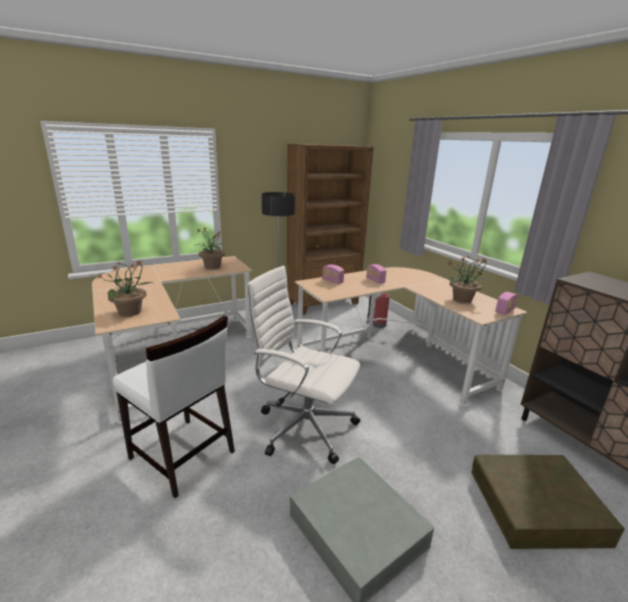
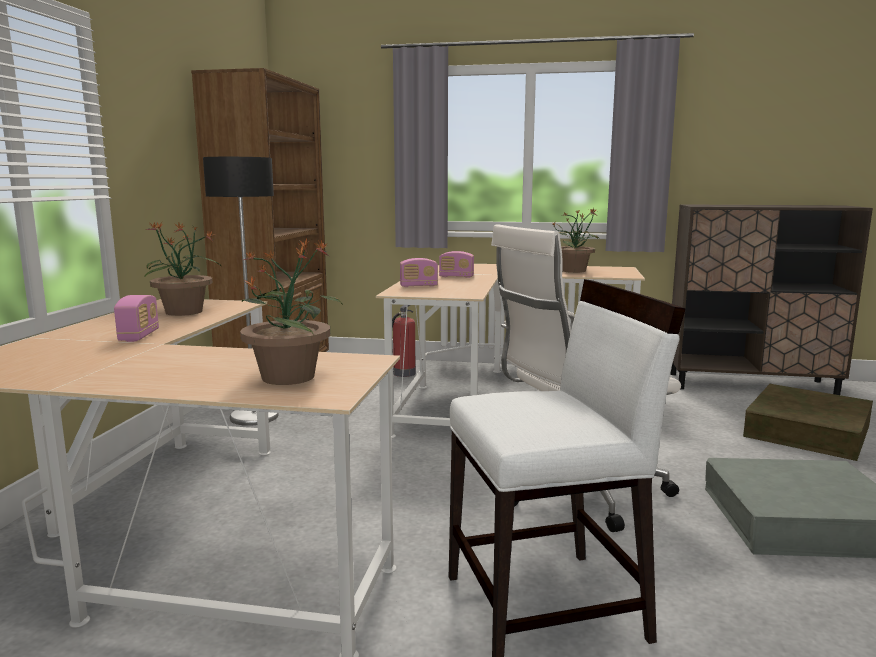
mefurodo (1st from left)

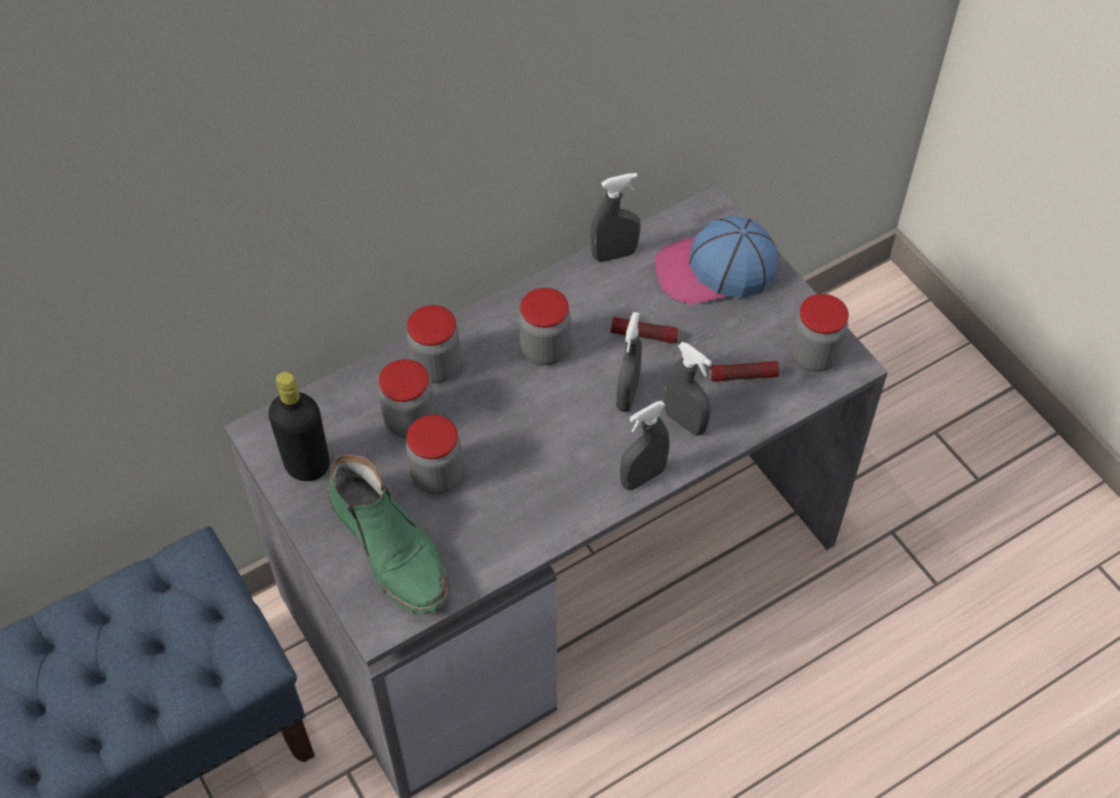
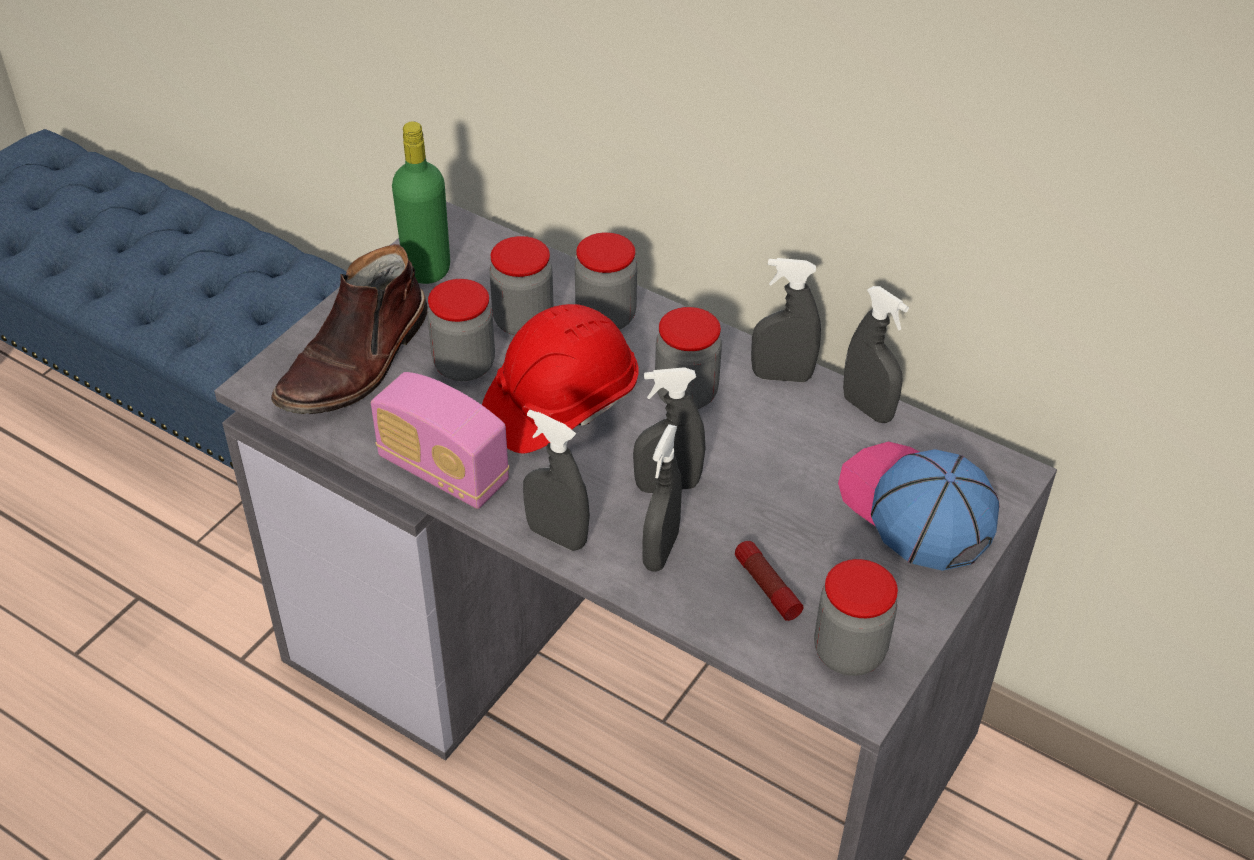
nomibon (1st from left in the first image)
mefurodo
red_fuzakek
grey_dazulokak (4th from left)
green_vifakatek
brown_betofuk

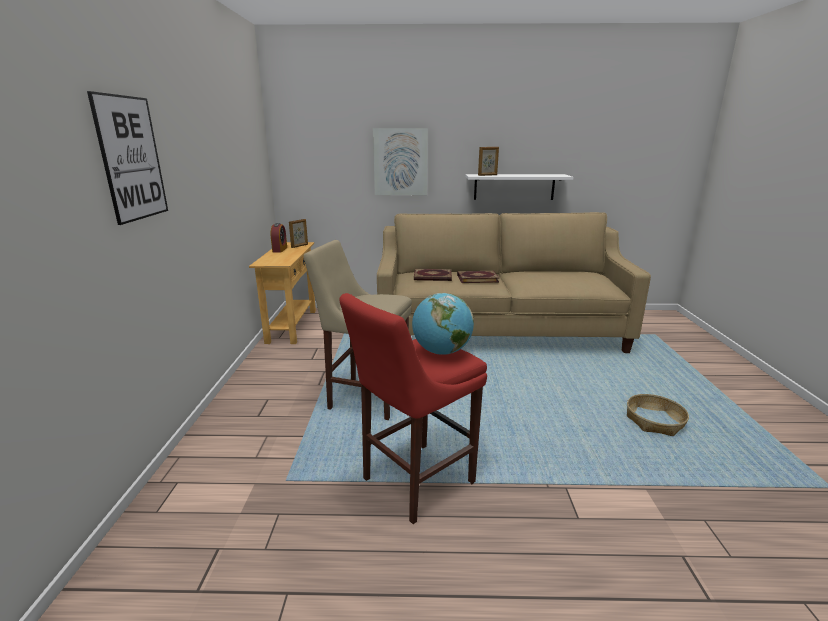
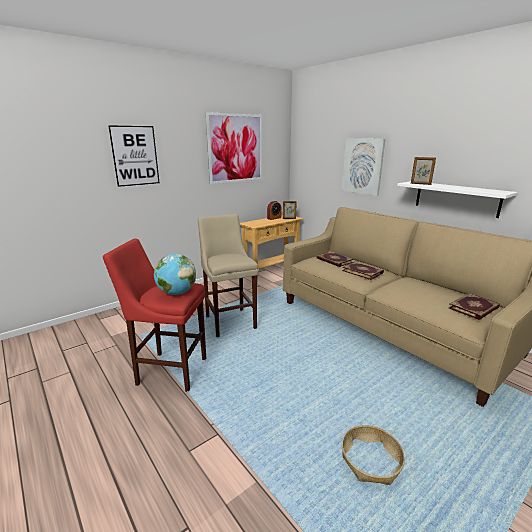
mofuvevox (2nd from left)
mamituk (3rd from left)

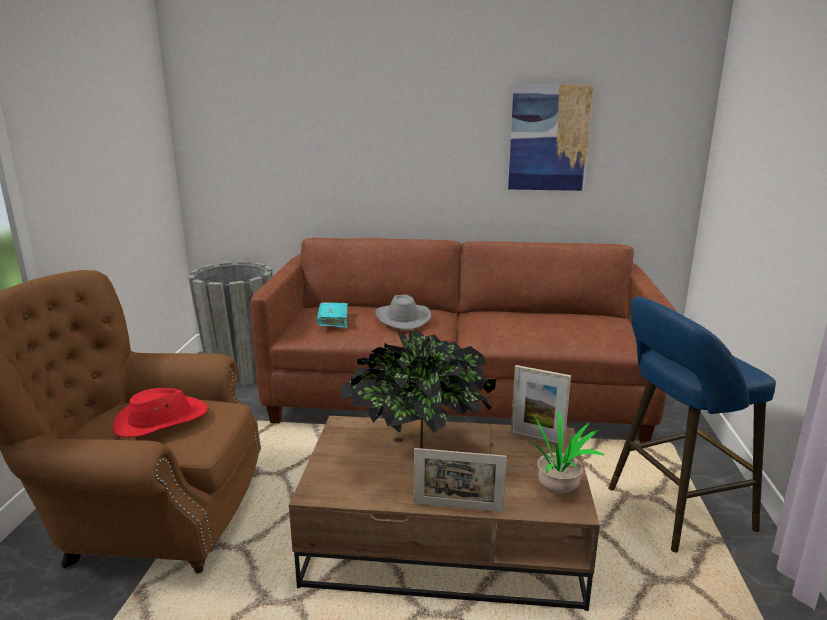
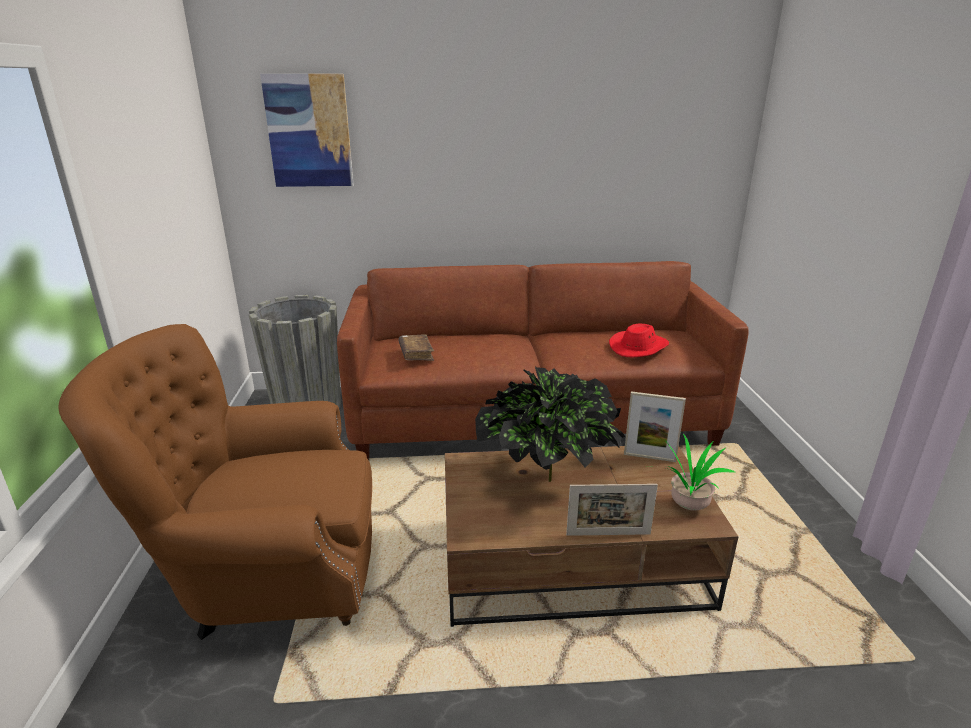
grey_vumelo
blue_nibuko
red_vumelo
mofuvevox
brown_mamituk

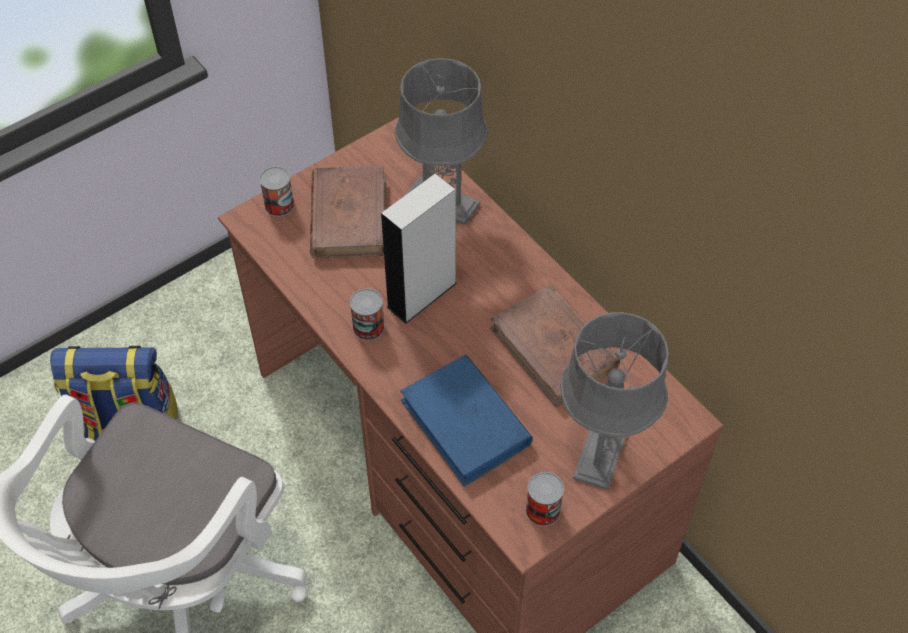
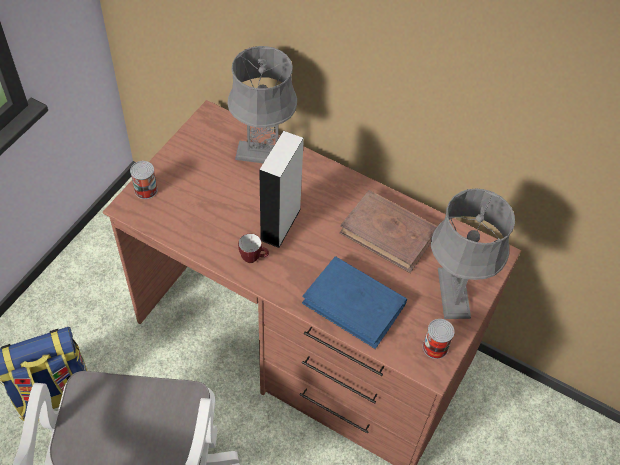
brown_mamituk (1st from left in the first image)
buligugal

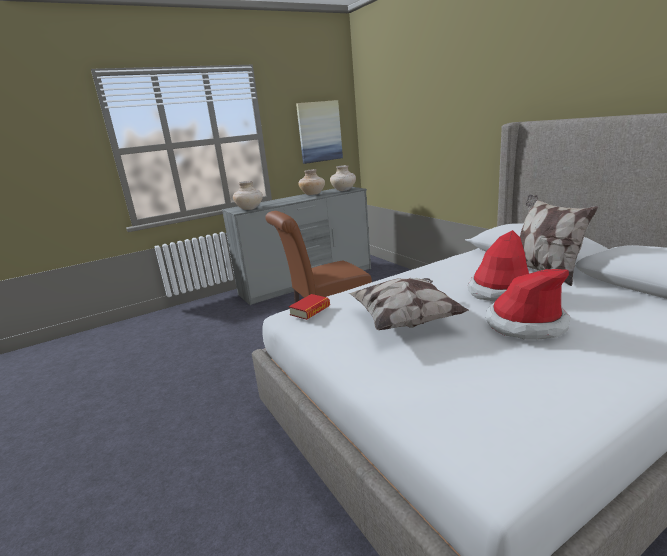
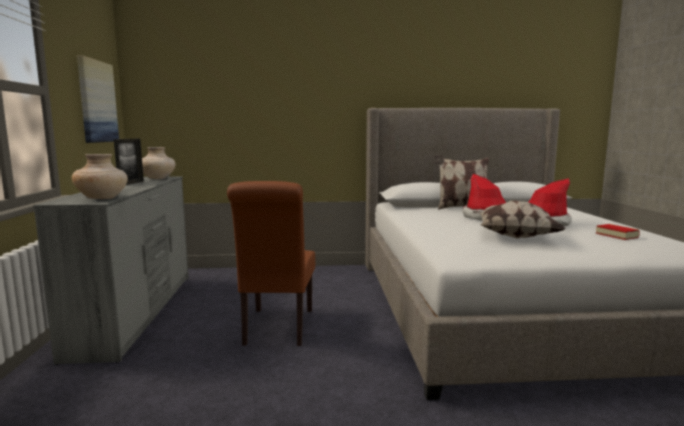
mamituk
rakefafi

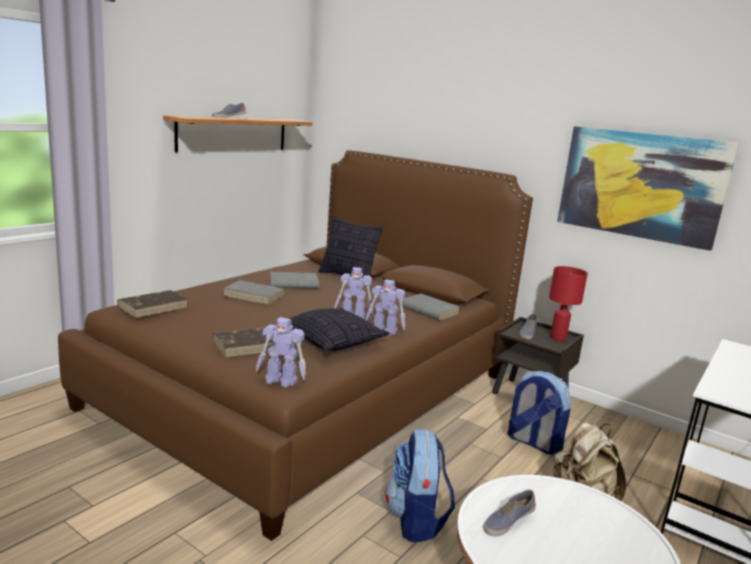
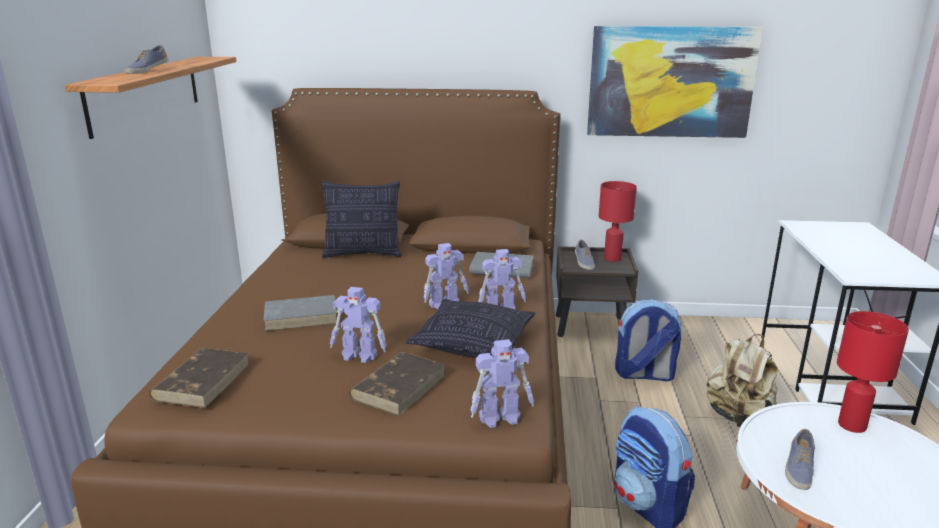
grey_mamituk (2nd from left in the first image)
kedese (1st from left)
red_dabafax (2nd from left)

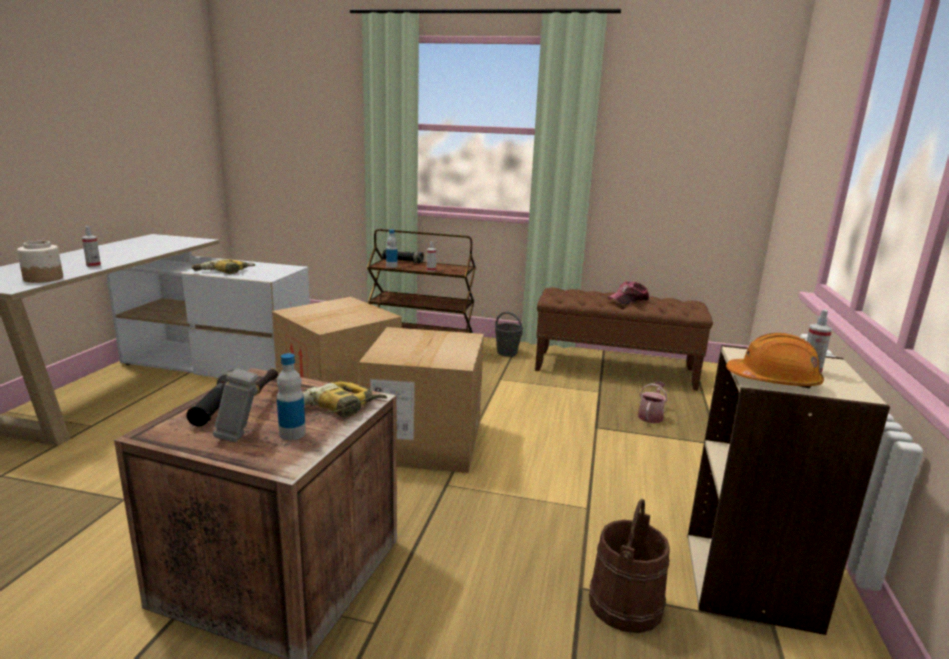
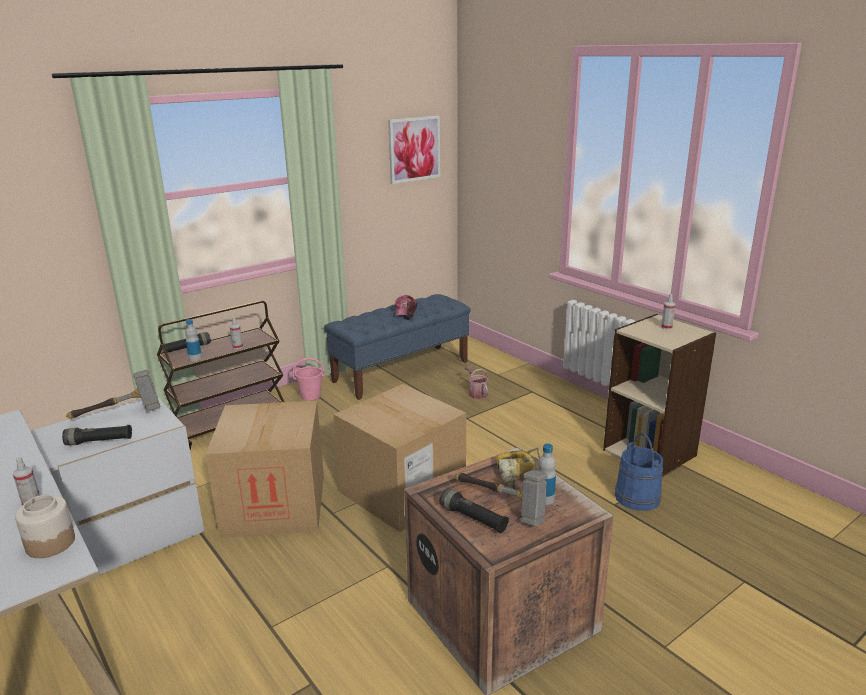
orange_fuzakek
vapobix (1st from left)
mofuvevox
black_nomibon (1st from left)
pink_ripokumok
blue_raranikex
blue_ripokumok

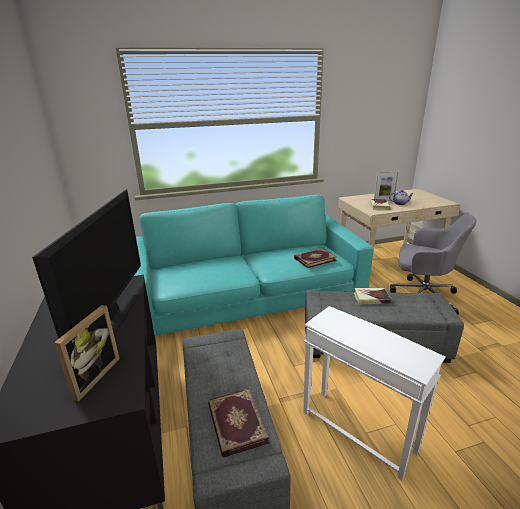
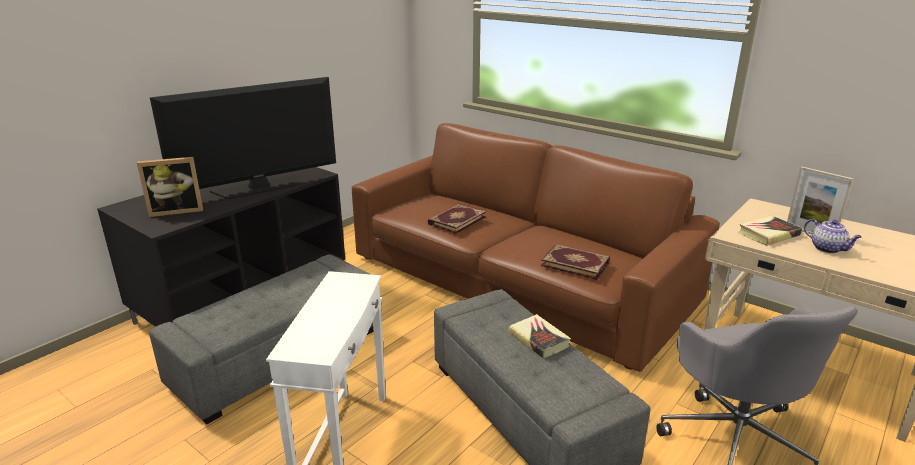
mamituk (1st from left)
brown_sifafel

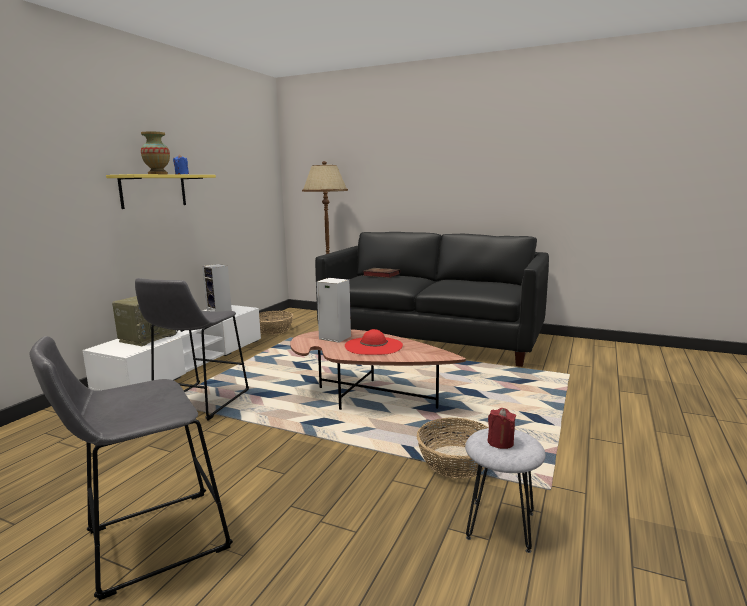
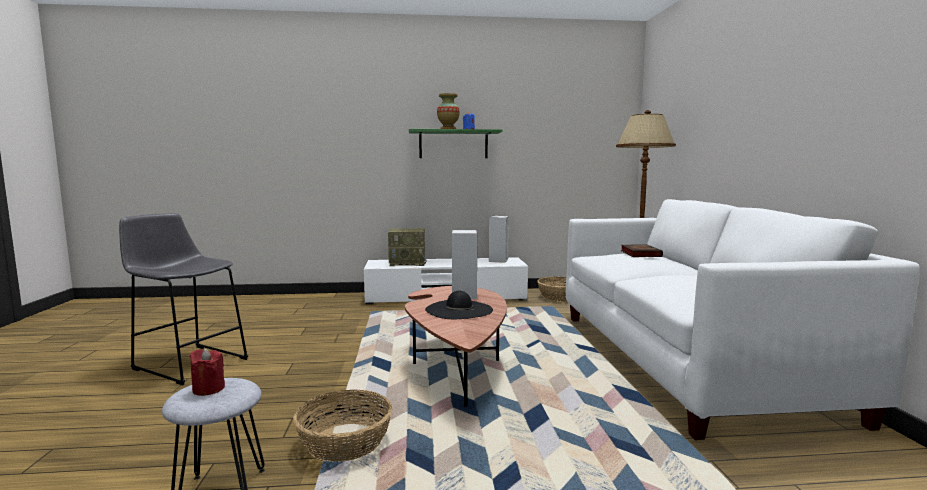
grey_nibuko (2nd from left in the first image)
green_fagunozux
white_sifafel
black_vumelo

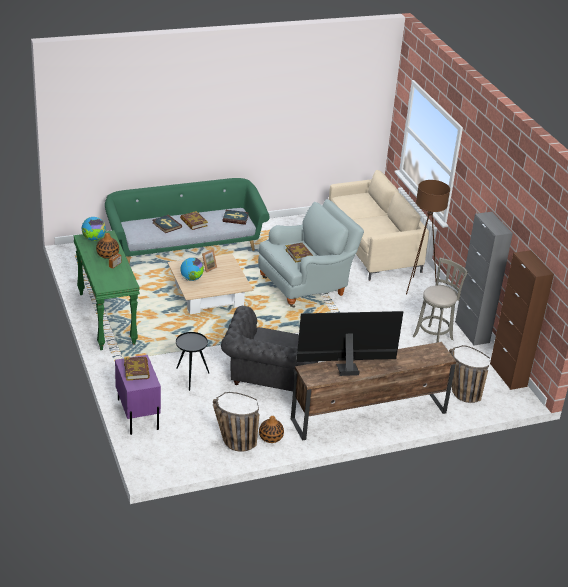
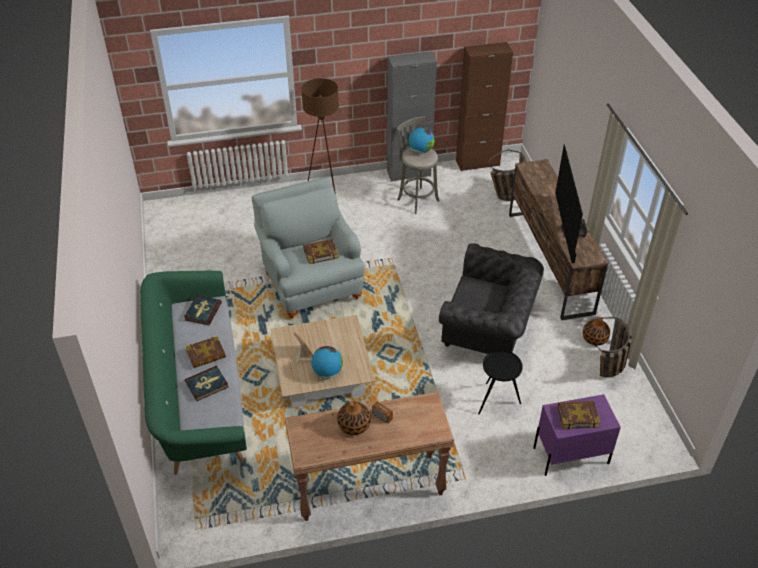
beige_sifafel
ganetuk (2nd from left)
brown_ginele

